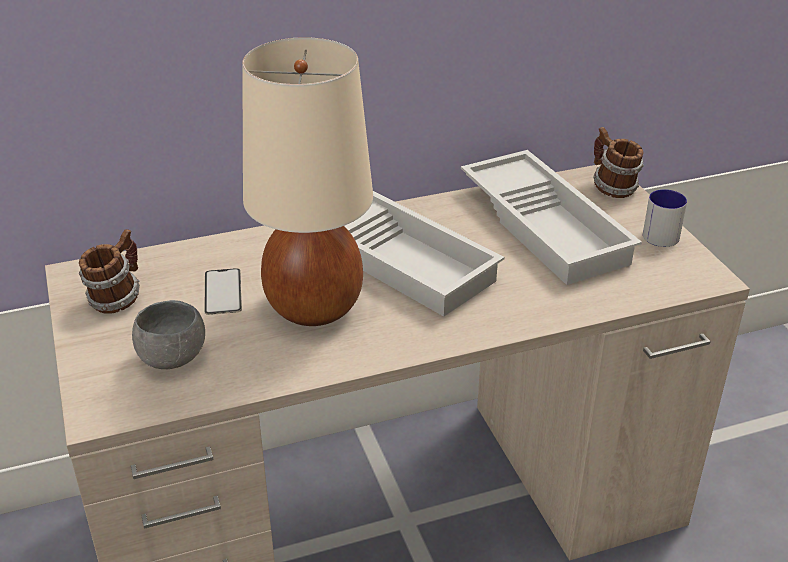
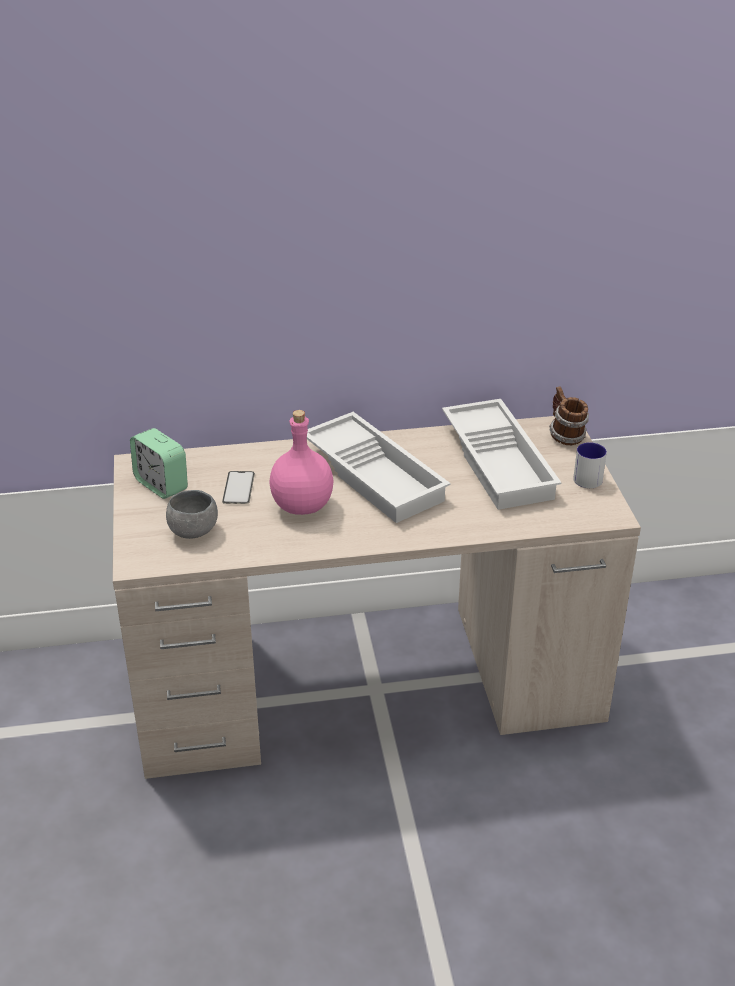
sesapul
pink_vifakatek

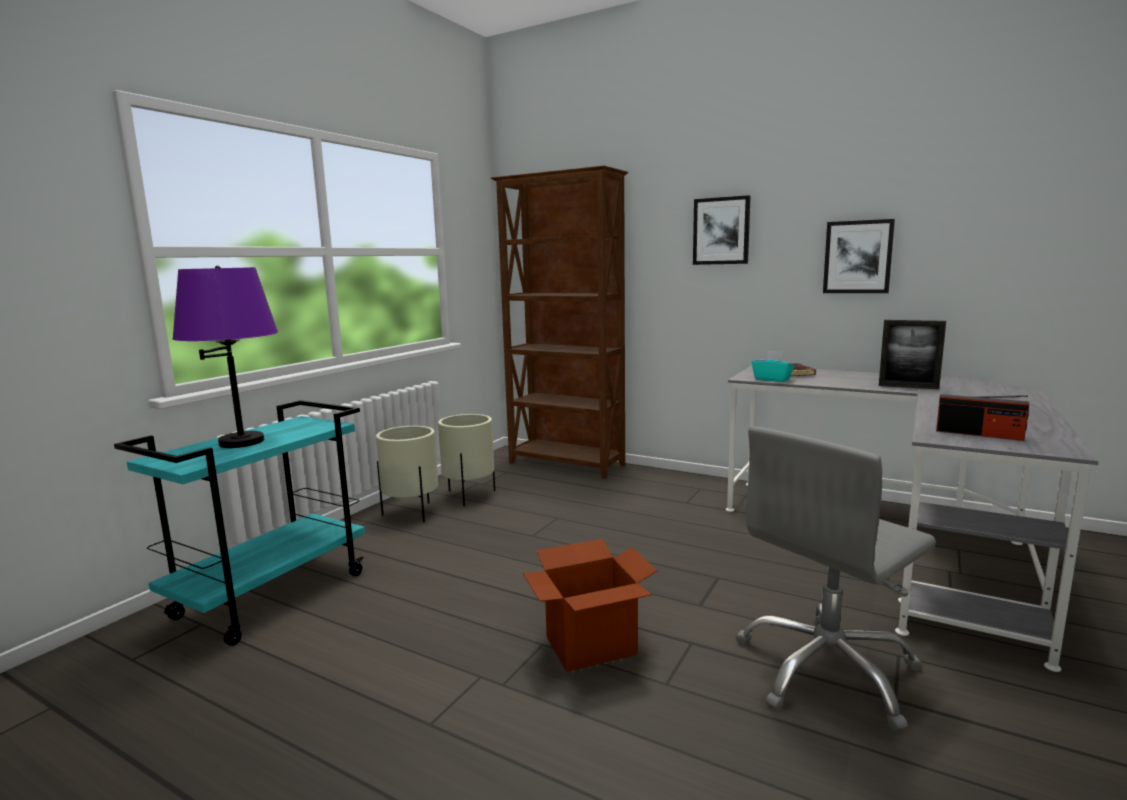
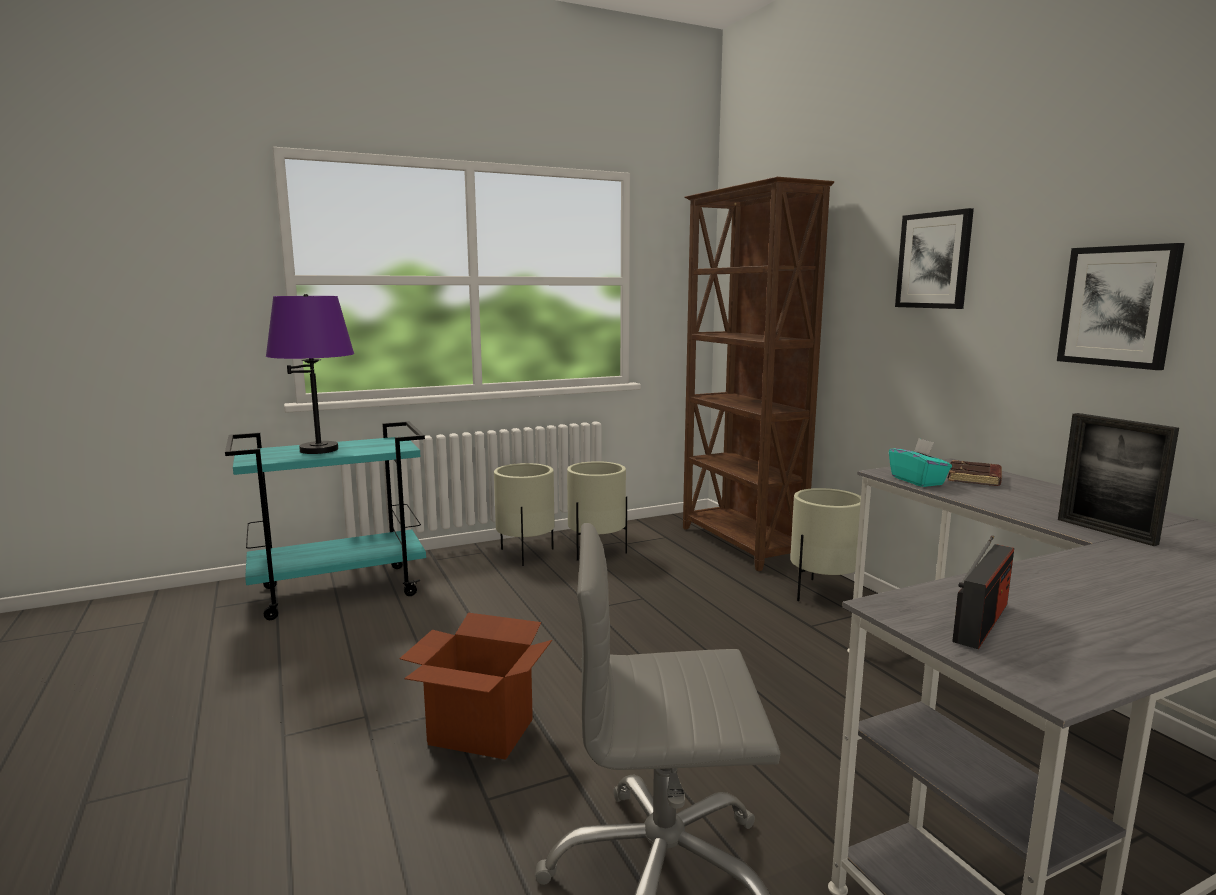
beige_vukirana (3rd from left)
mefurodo

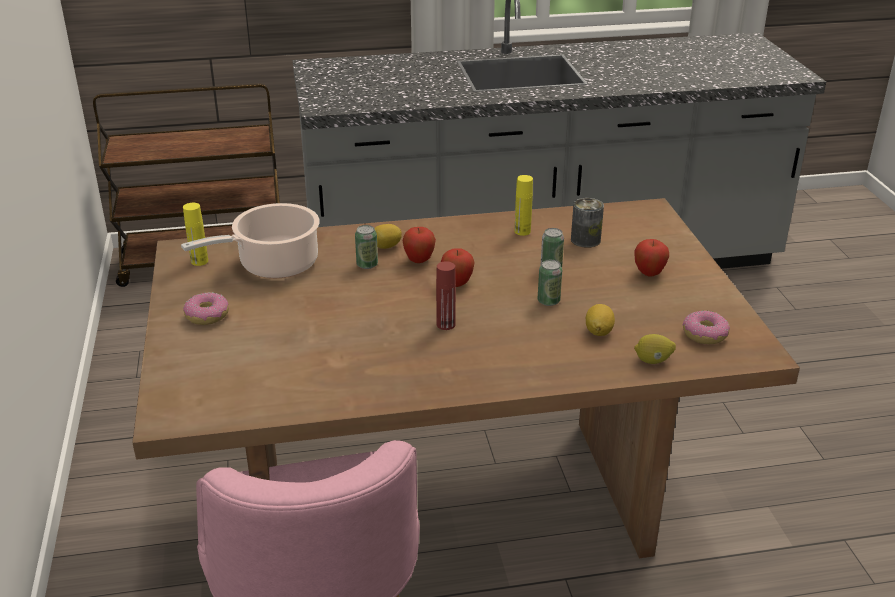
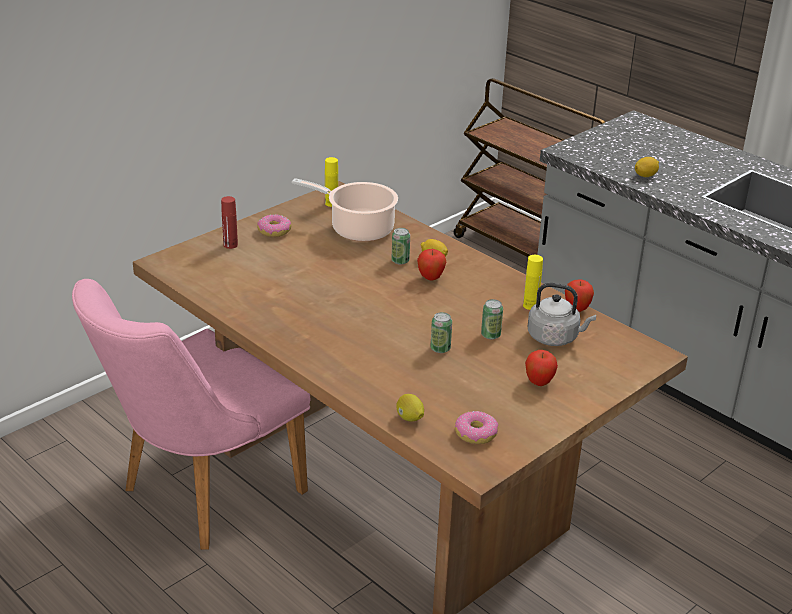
red_vifakatek
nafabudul (3rd from left)
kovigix (3rd from left)
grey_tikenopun

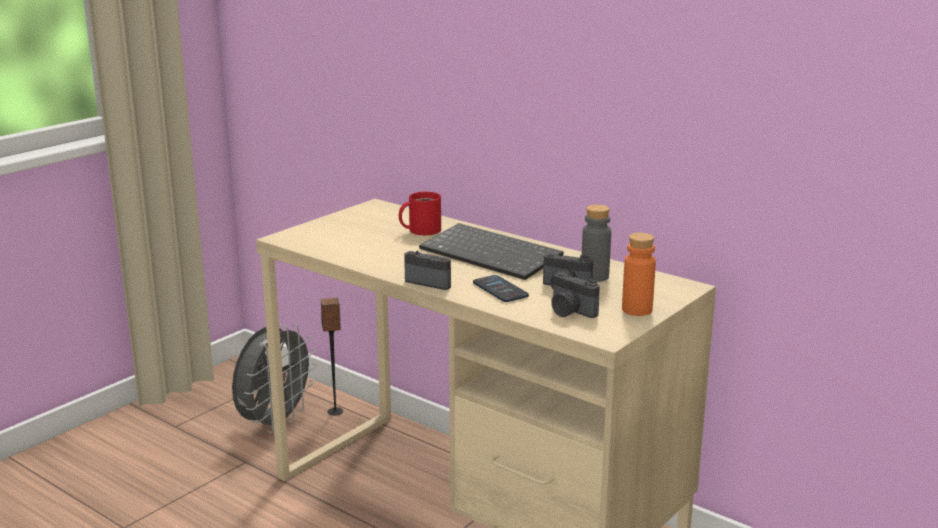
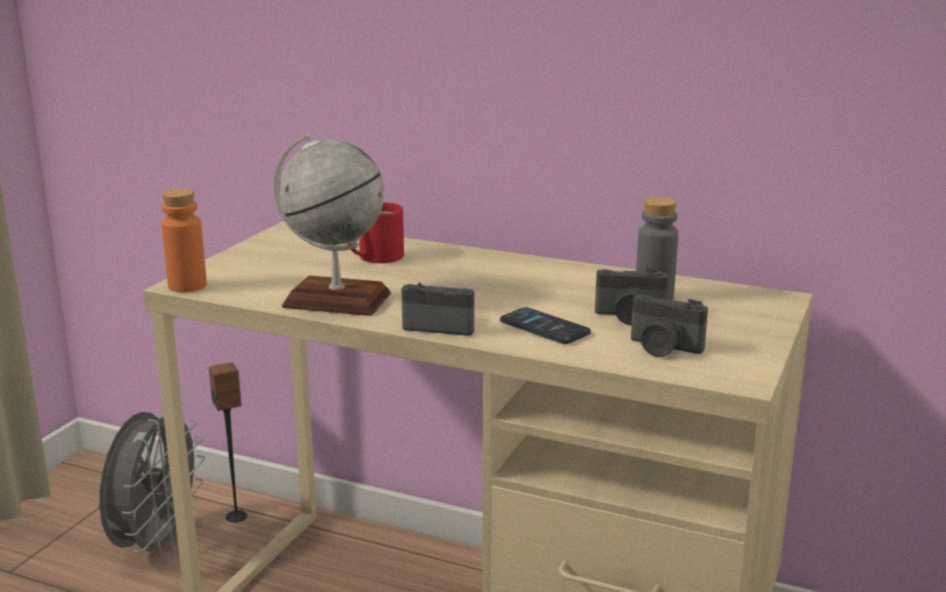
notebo
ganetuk
orange_vifakatek

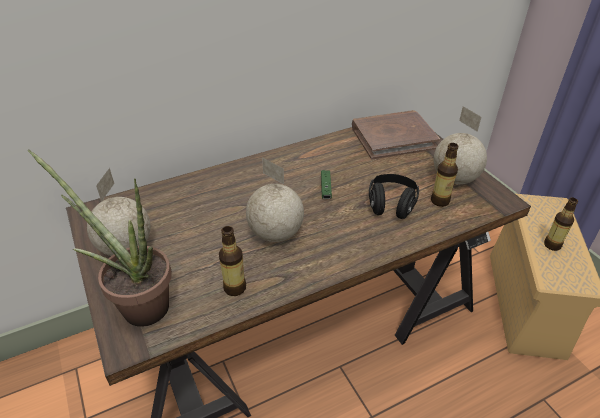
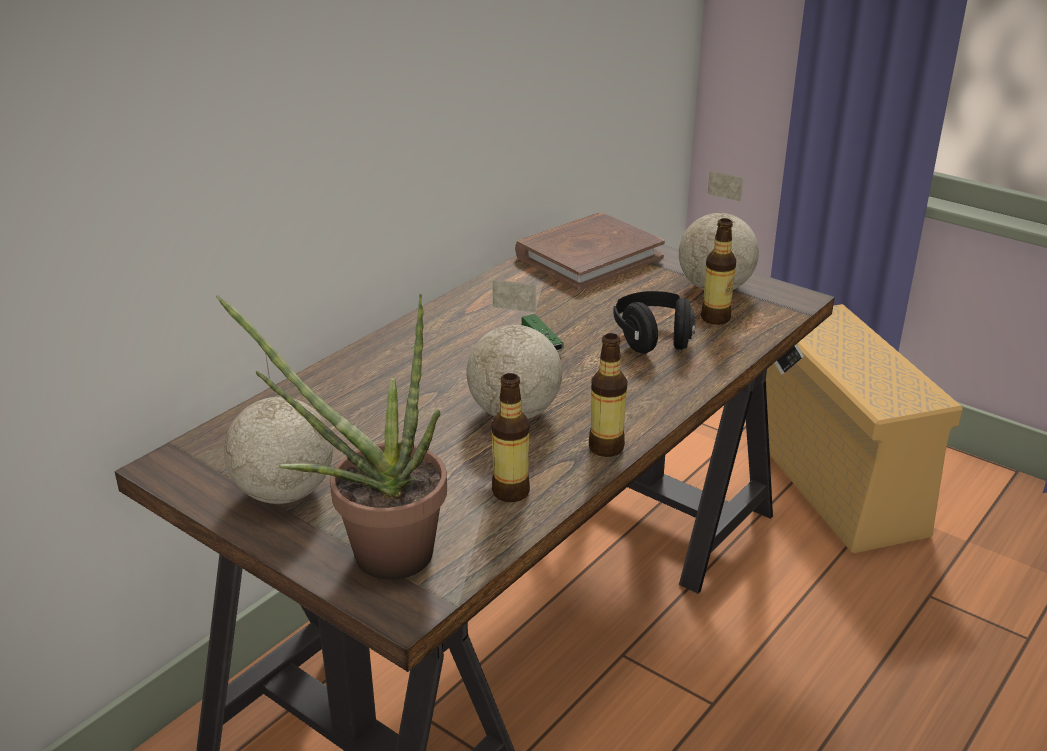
vifakatek (2nd from left)

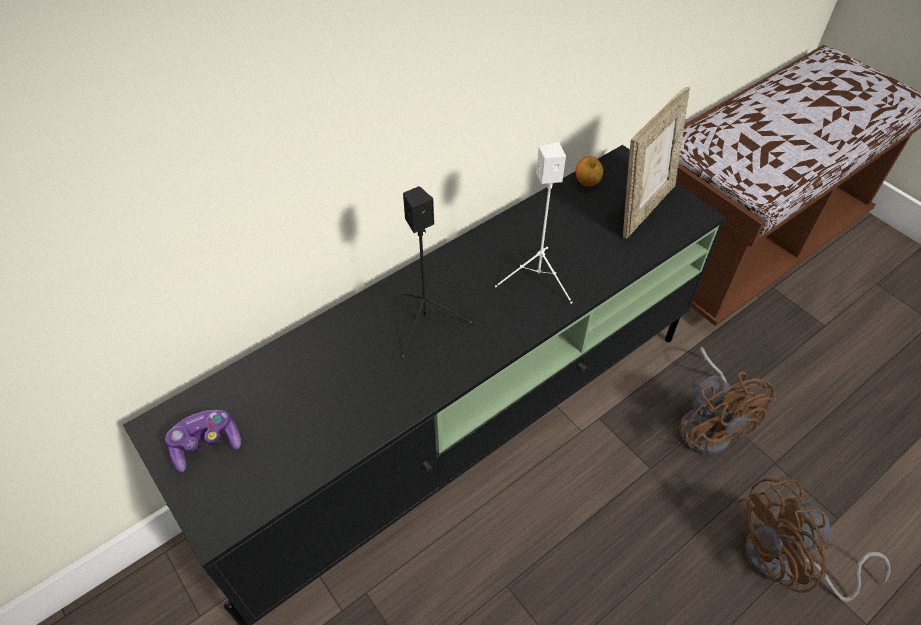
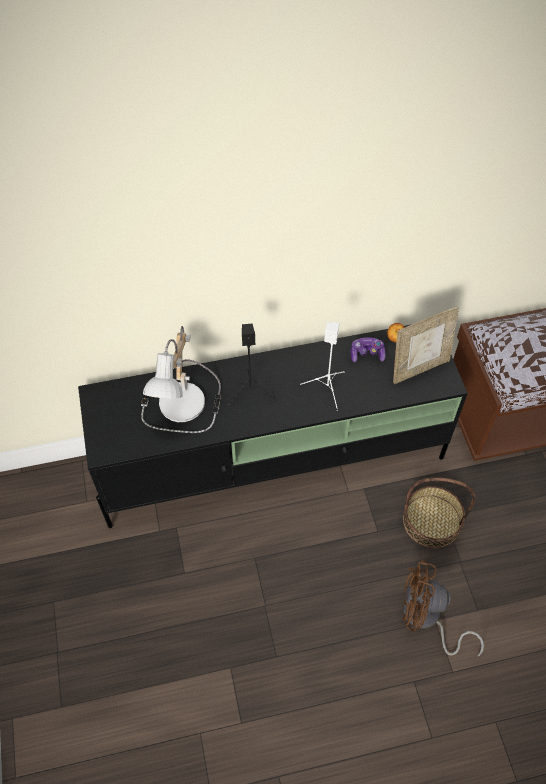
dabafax
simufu
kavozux

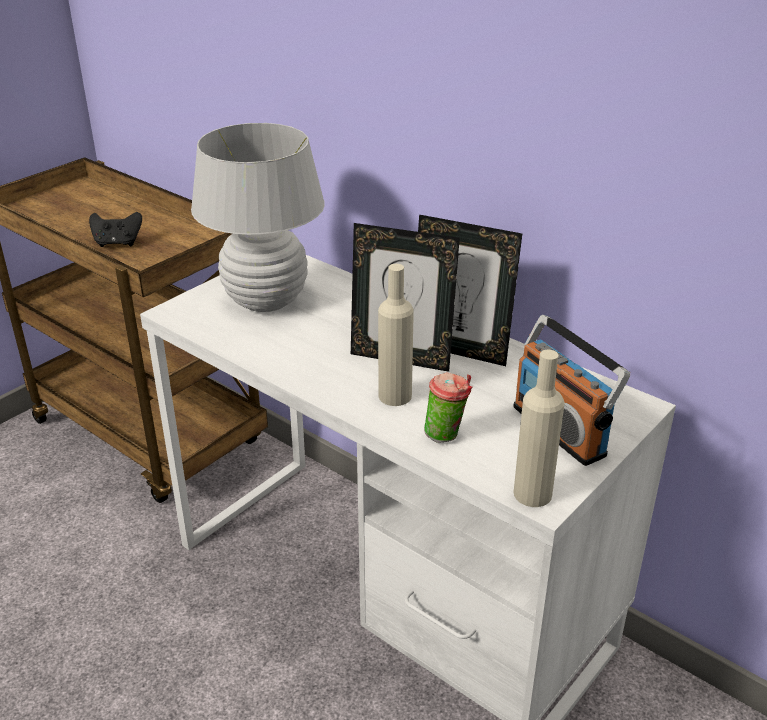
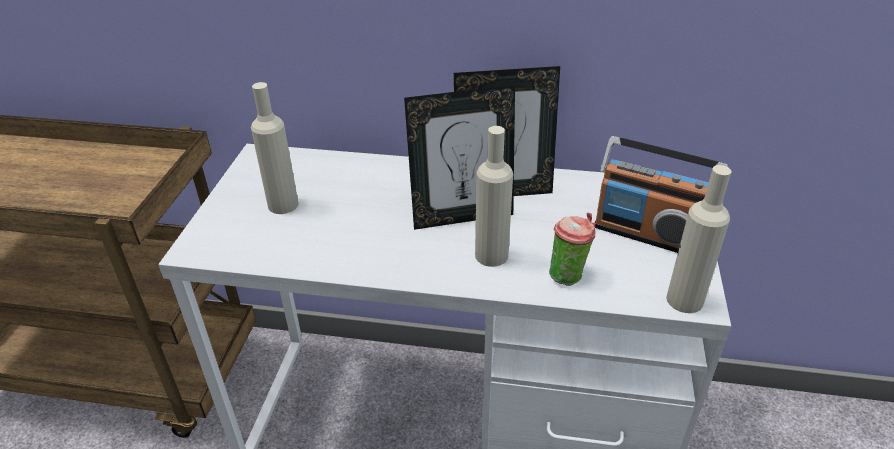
black_simufu
beige_vifakatek (1st from left)

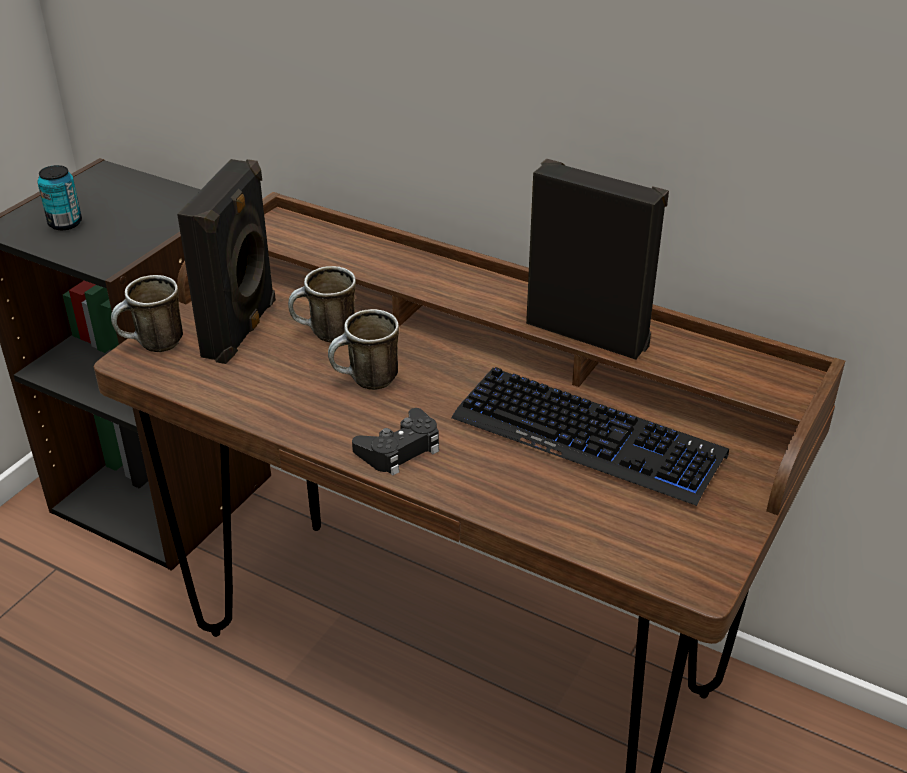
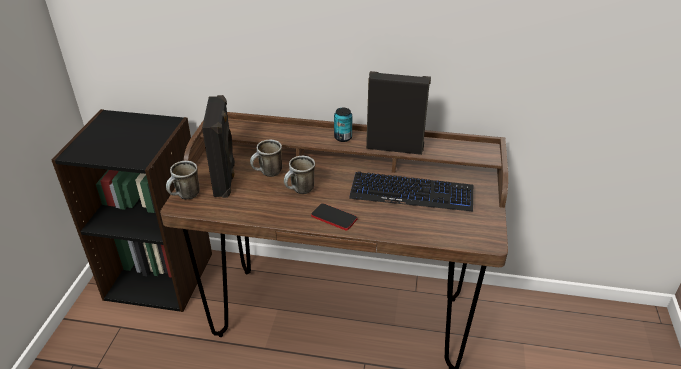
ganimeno
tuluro

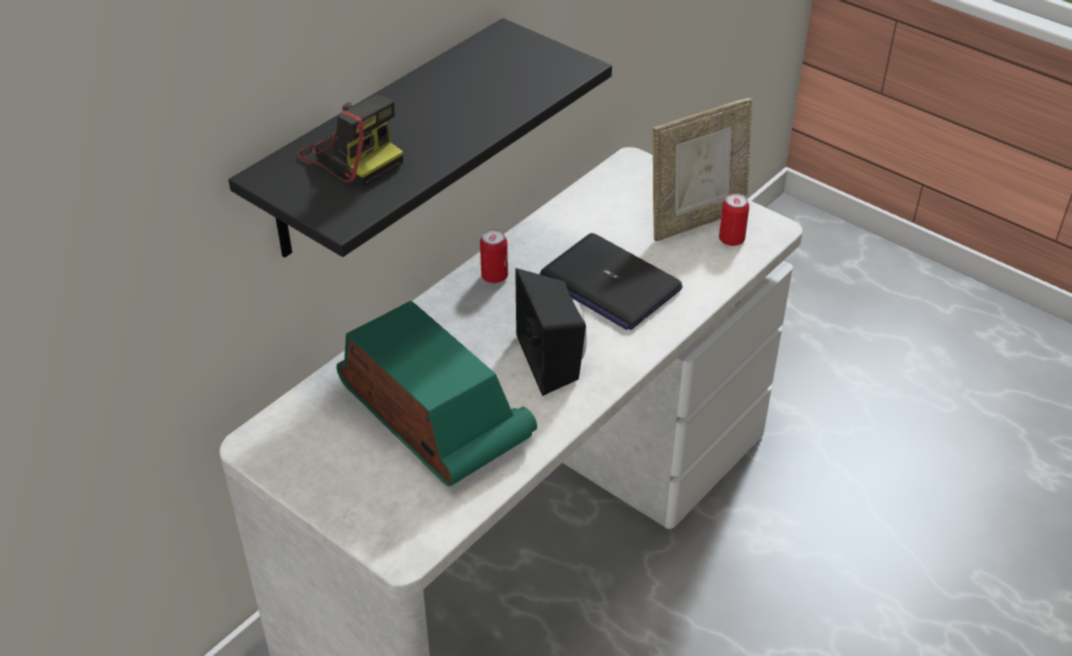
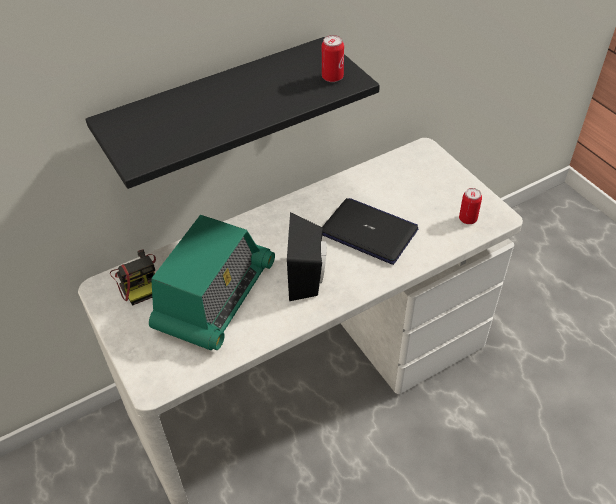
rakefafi
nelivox
ganimeno (1st from left)
mefurodo
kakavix

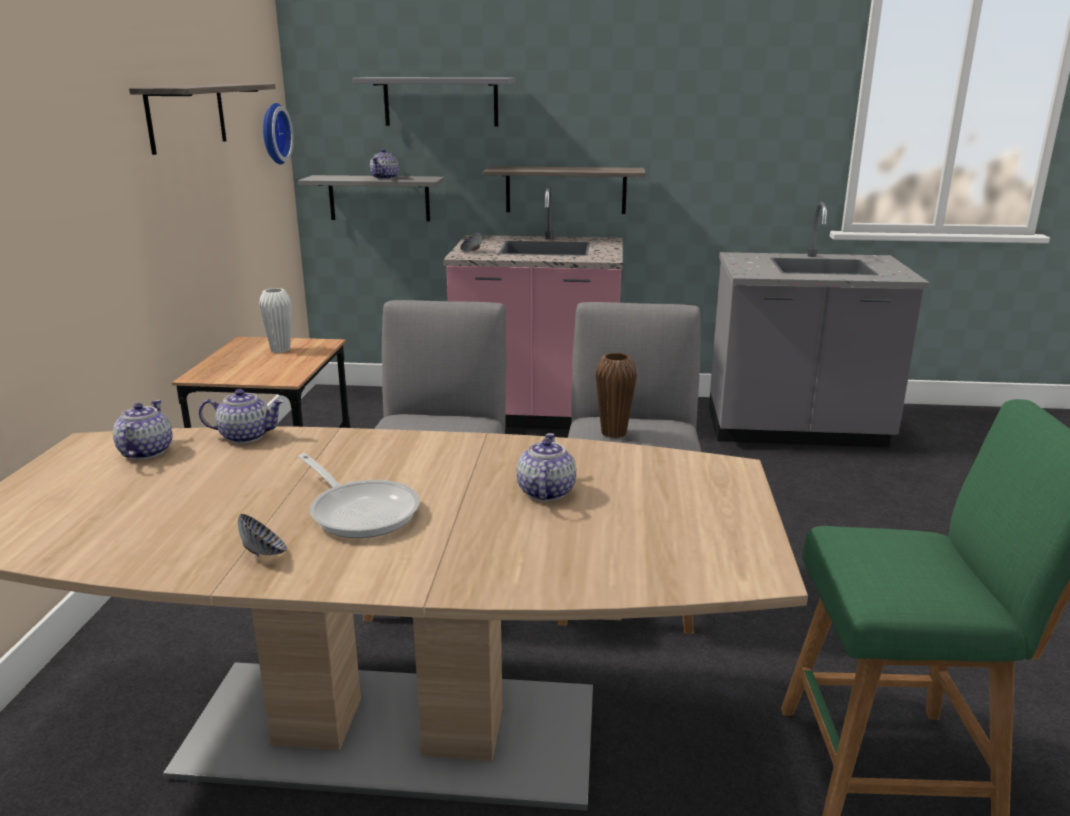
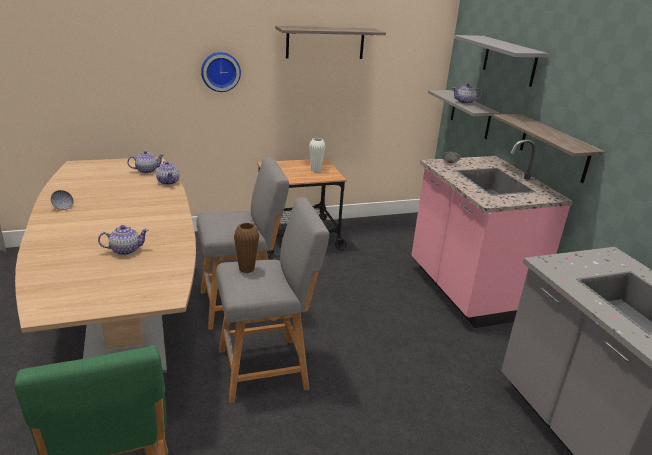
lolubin
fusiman

